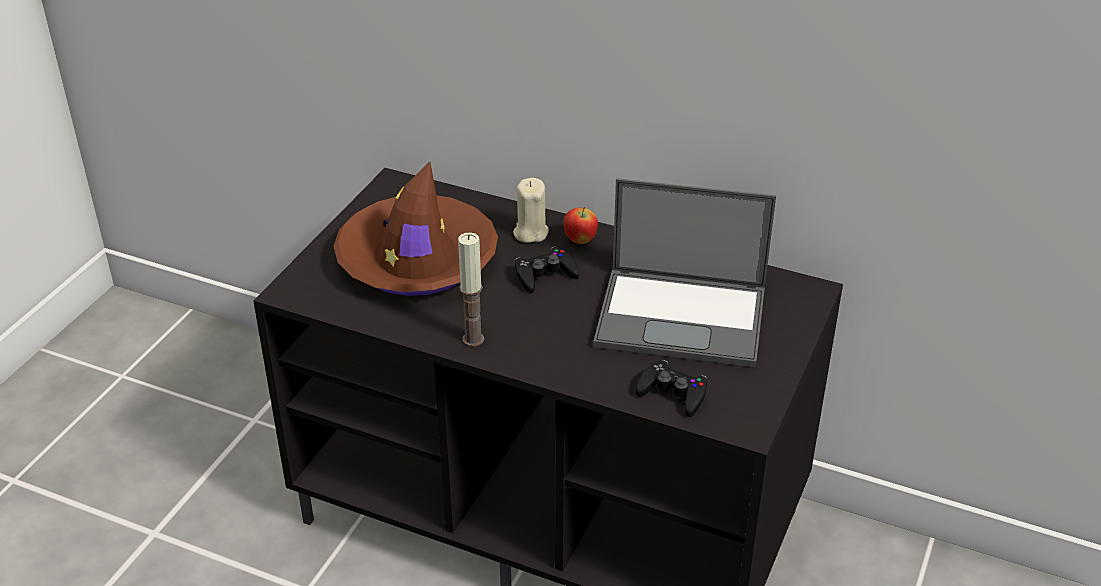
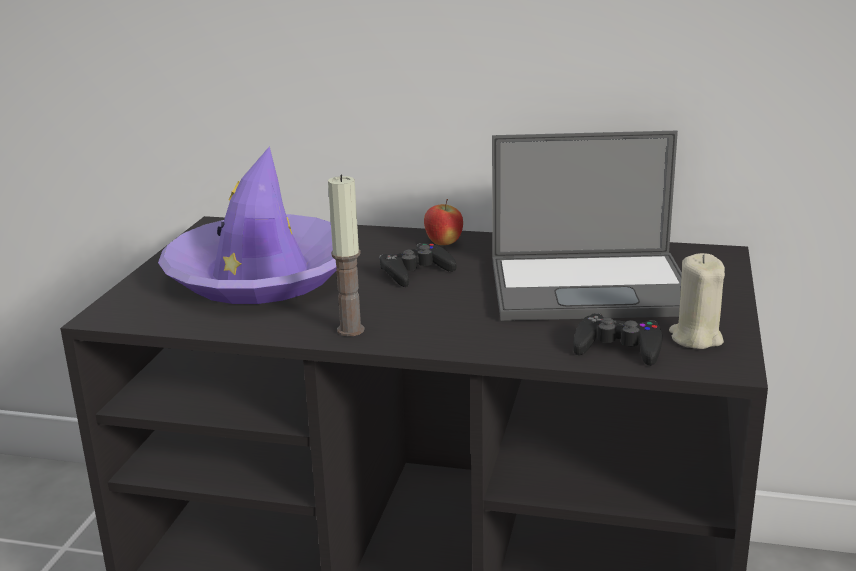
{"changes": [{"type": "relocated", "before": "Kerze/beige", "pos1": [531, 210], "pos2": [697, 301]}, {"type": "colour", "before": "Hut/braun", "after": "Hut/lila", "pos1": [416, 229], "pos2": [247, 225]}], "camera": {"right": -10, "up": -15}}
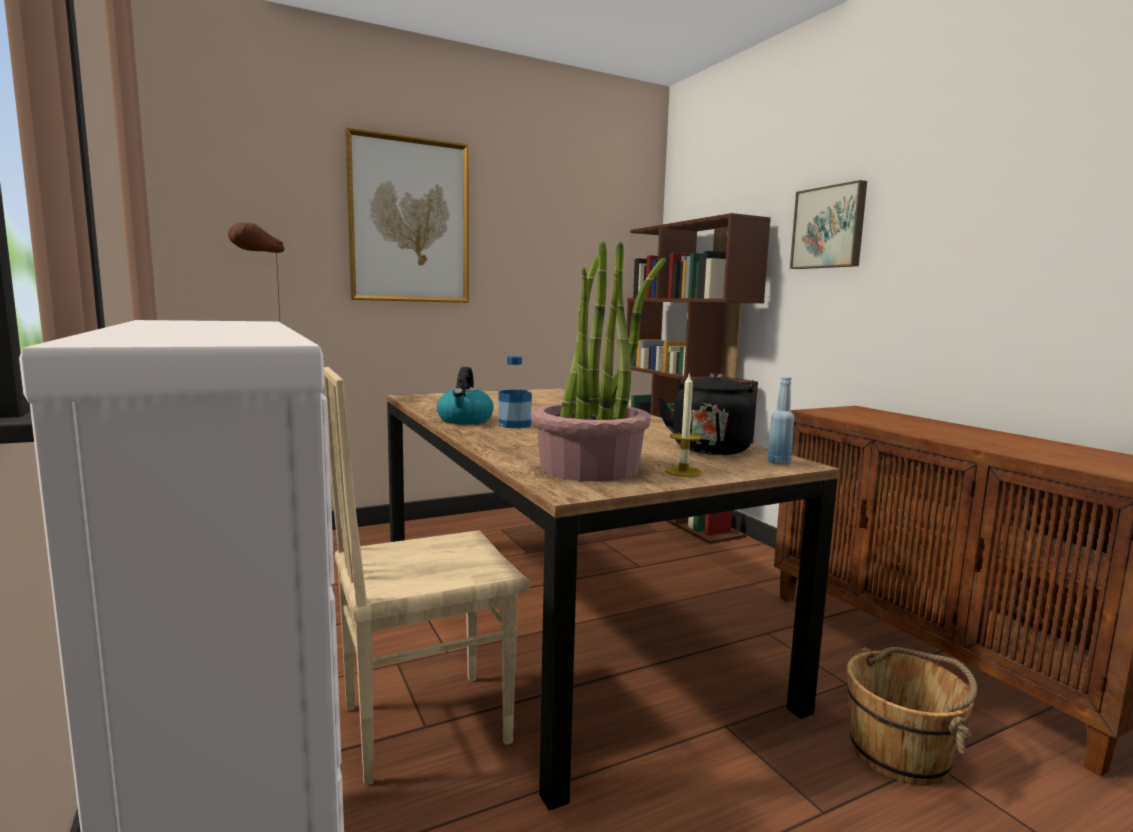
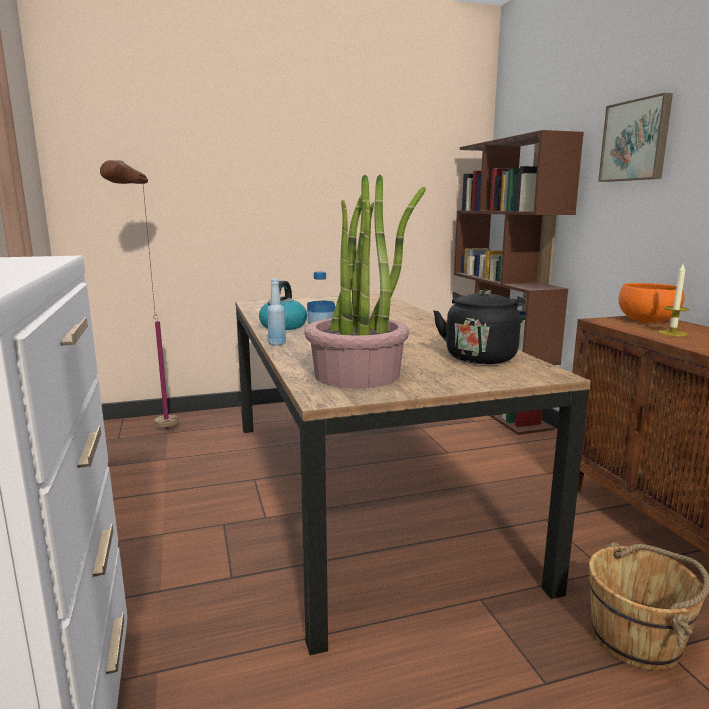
{"changes": [{"type": "missing", "before": "Stuhl/beige", "pos1": [427, 576]}, {"type": "missing", "before": "Bild", "pos1": [407, 215]}, {"type": "appeared", "after": "Schüssel/orange", "pos2": [652, 303]}, {"type": "relocated", "before": "Kerze", "pos1": [683, 424], "pos2": [673, 300]}, {"type": "relocated", "before": "Flasche/blau", "pos1": [780, 420], "pos2": [276, 312]}], "camera": {"right": 10, "up": 5}}
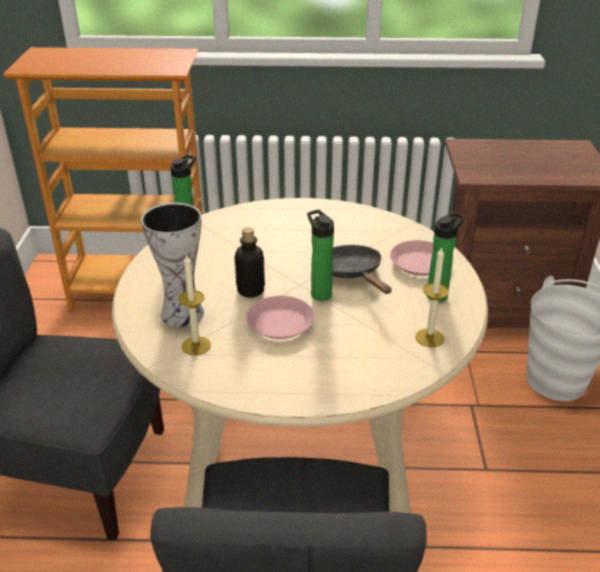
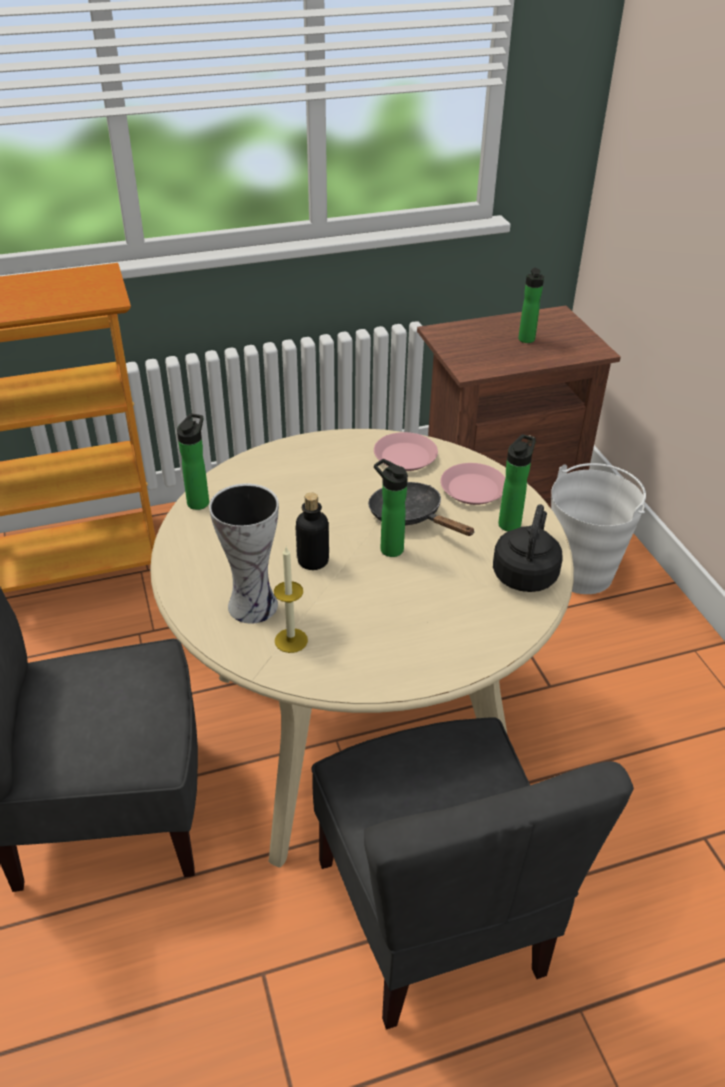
{"changes": [{"type": "appeared", "after": "Flasche", "pos2": [531, 305]}, {"type": "relocated", "before": "Teller/rosa", "pos1": [280, 317], "pos2": [406, 451]}, {"type": "exchanged", "before": "Kerze", "after": "Wasserkessel/schwarz", "pos1": [432, 297], "pos2": [528, 548]}], "camera": {"right": -20, "up": 5}}
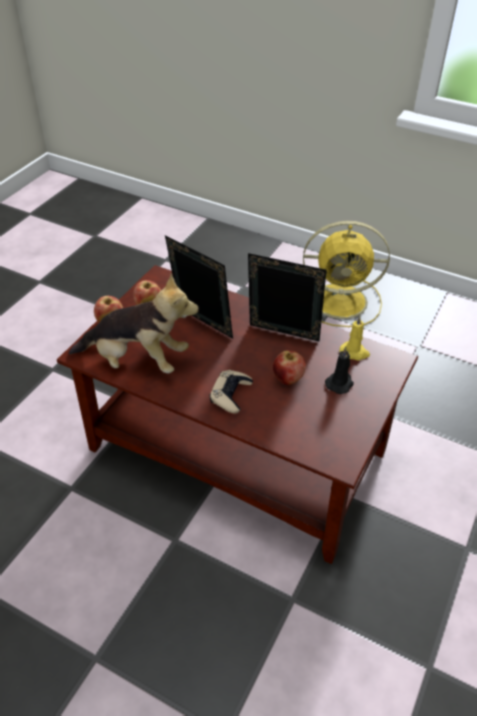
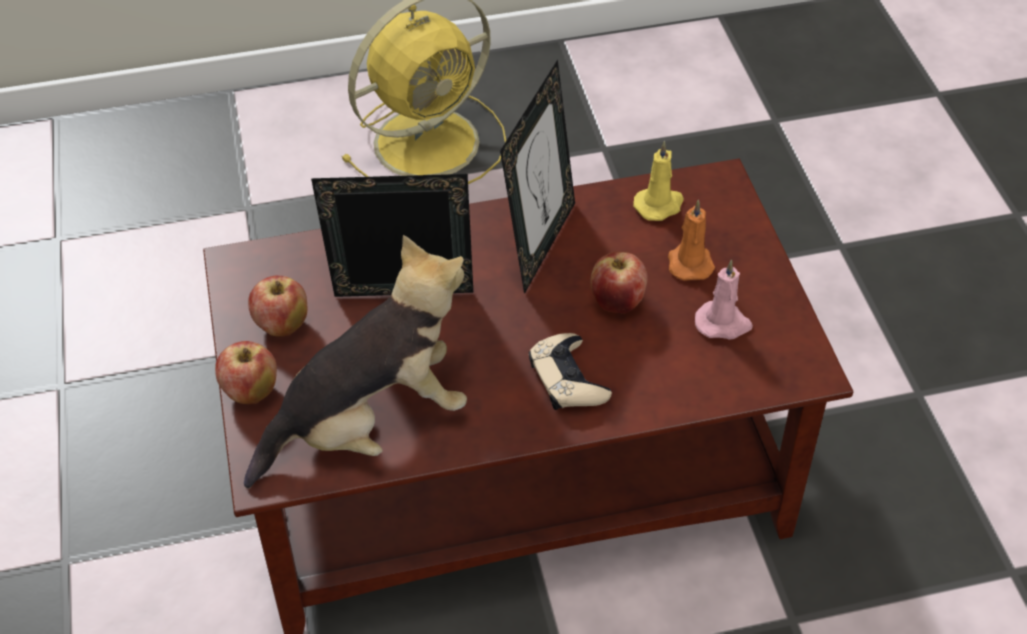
{"changes": [{"type": "appeared", "after": "Kerze/rosa", "pos2": [724, 299]}, {"type": "colour", "before": "Kerze/schwarz", "after": "Kerze/orange", "pos1": [339, 370], "pos2": [691, 240]}, {"type": "spun", "before": "Bilderrahmen", "pos1": [287, 297], "pos2": [537, 176], "turn": 135}], "camera": {"right": -40, "up": 5}}
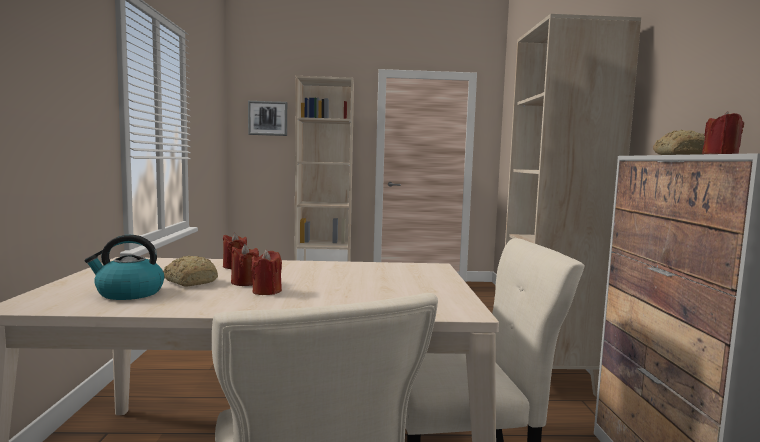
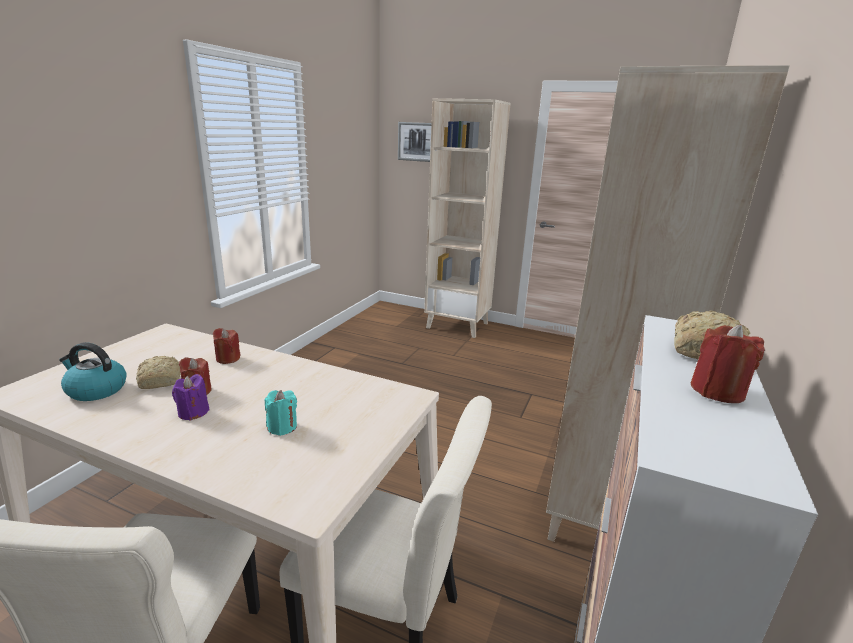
{"changes": [{"type": "appeared", "after": "Kerze/türkis", "pos2": [281, 413]}, {"type": "colour", "before": "Kerze/rot", "after": "Kerze/lila", "pos1": [266, 272], "pos2": [191, 397]}], "camera": {"right": 25, "up": 15}}
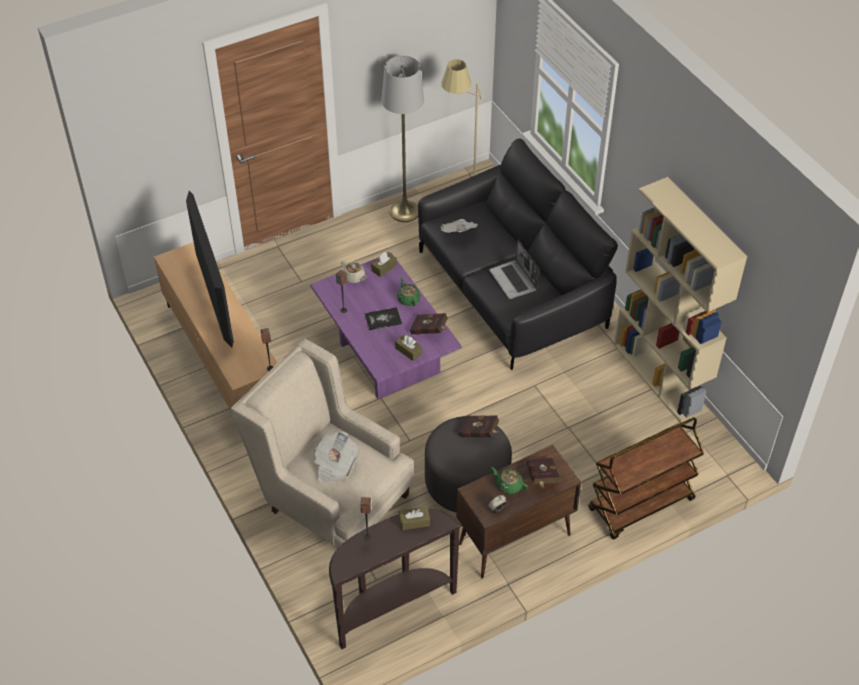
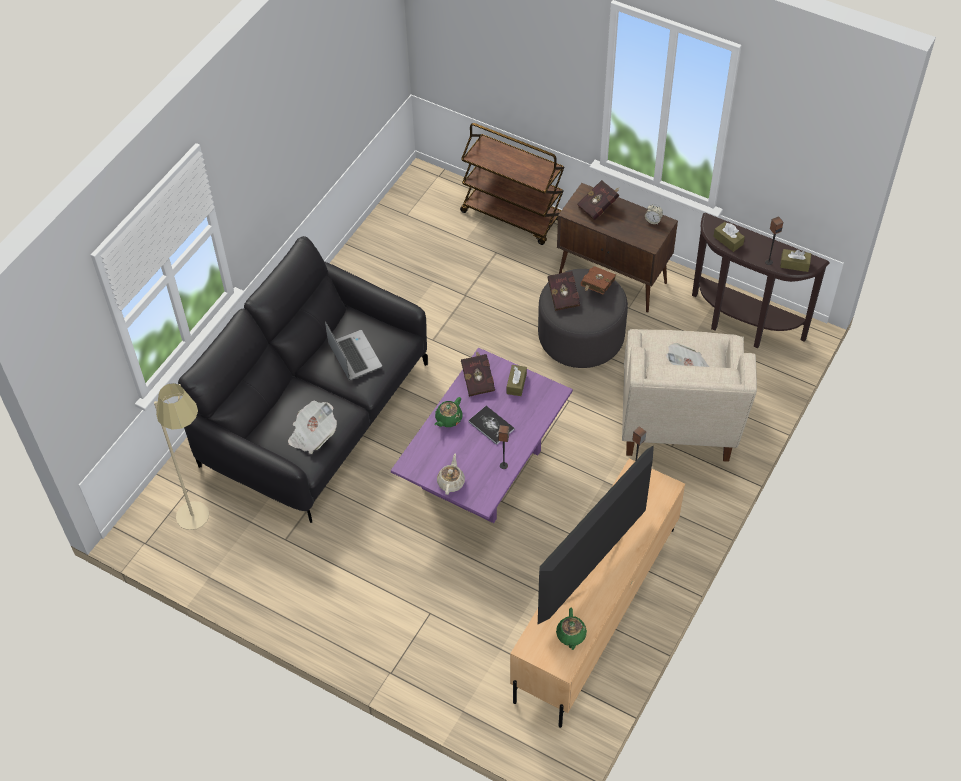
{"changes": [{"type": "missing", "before": "Stehlampe/grau", "pos1": [402, 139]}, {"type": "missing", "before": "Bücherregal/beige", "pos1": [680, 300]}, {"type": "appeared", "after": "Buch/braun", "pos2": [598, 280]}, {"type": "relocated", "before": "Taschentuchbox/braun", "pos1": [384, 264], "pos2": [796, 260]}, {"type": "relocated", "before": "Teekanne/grün", "pos1": [509, 480], "pos2": [571, 629]}, {"type": "spun", "before": "Laptop", "pos1": [514, 269], "pos2": [353, 350], "turn": -60}], "camera": {"right": -120, "up": 5}}
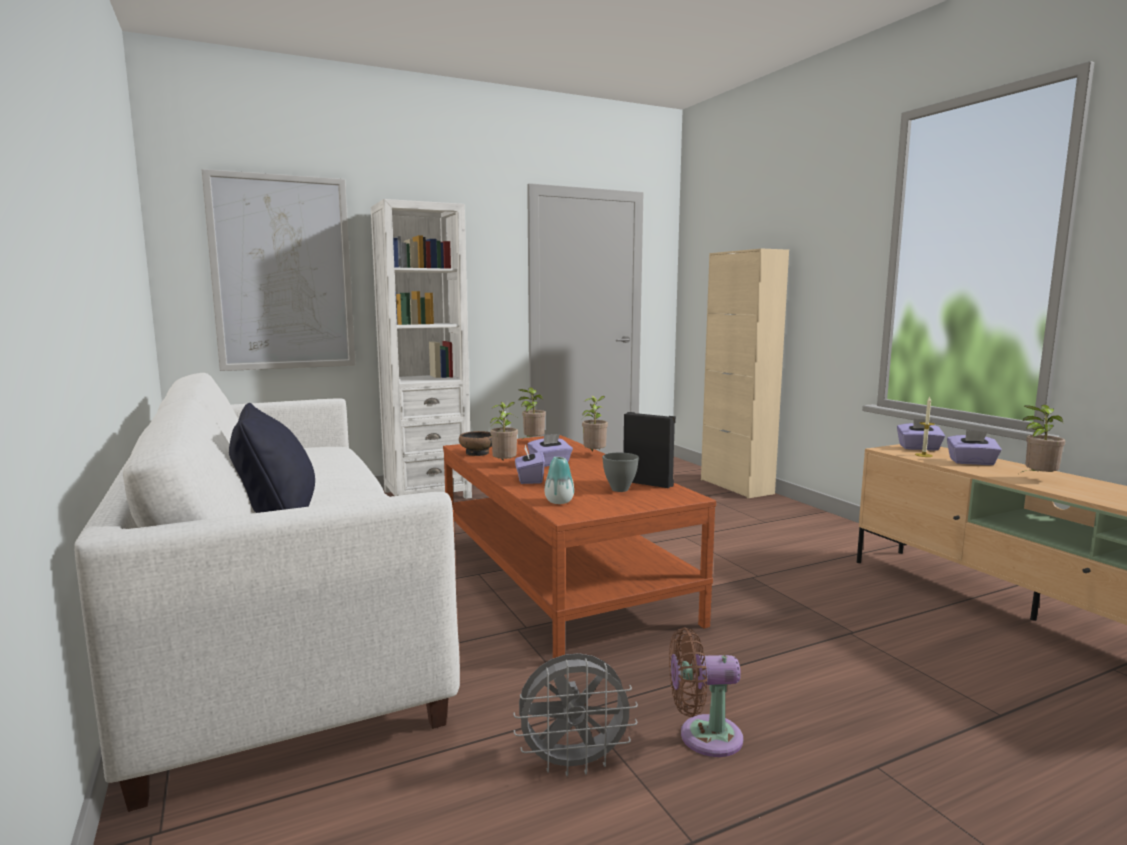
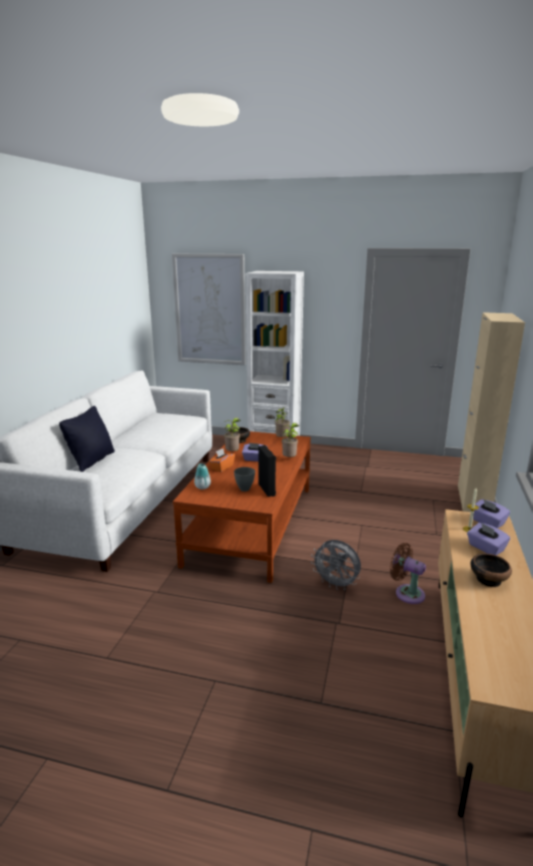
{"changes": [{"type": "relocated", "before": "Ventilator/grau", "pos1": [575, 715], "pos2": [336, 565]}, {"type": "relocated", "before": "Ventilator/braun", "pos1": [706, 692], "pos2": [408, 573]}, {"type": "exchanged", "before": "Topfpflanze", "after": "Schüssel", "pos1": [1042, 439], "pos2": [491, 570]}, {"type": "colour", "before": "Taschentuchbox/lila", "after": "Taschentuchbox/orange", "pos1": [530, 464], "pos2": [222, 460]}], "camera": {"right": 40, "up": 10}}
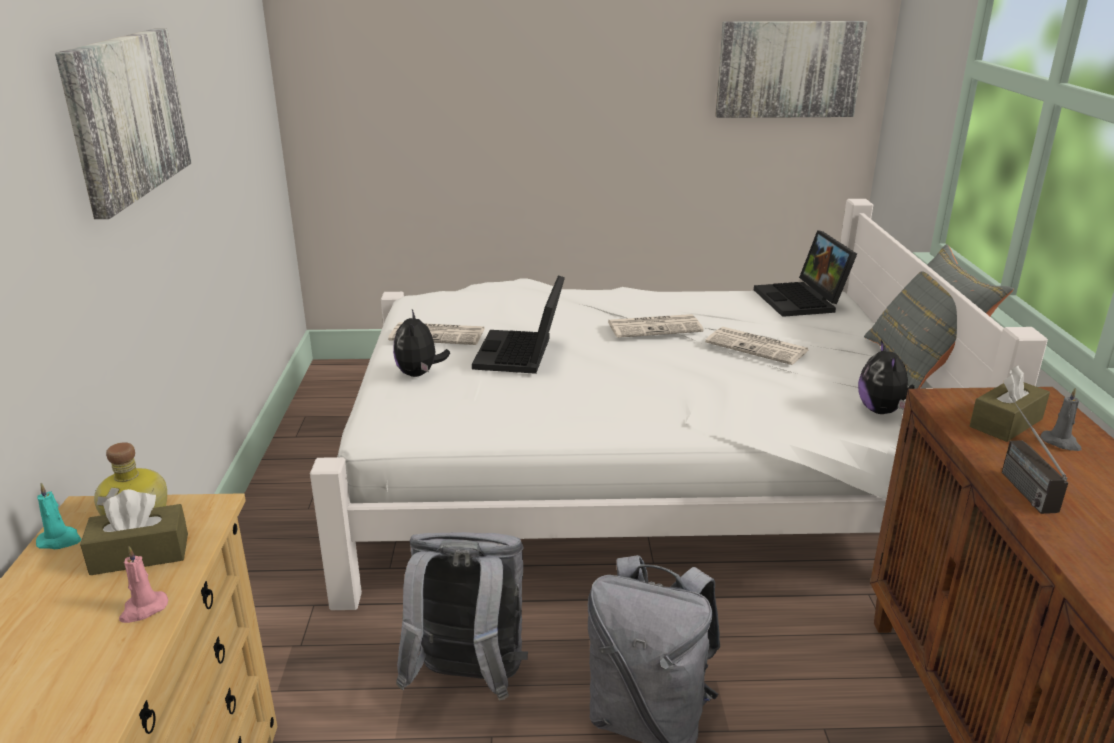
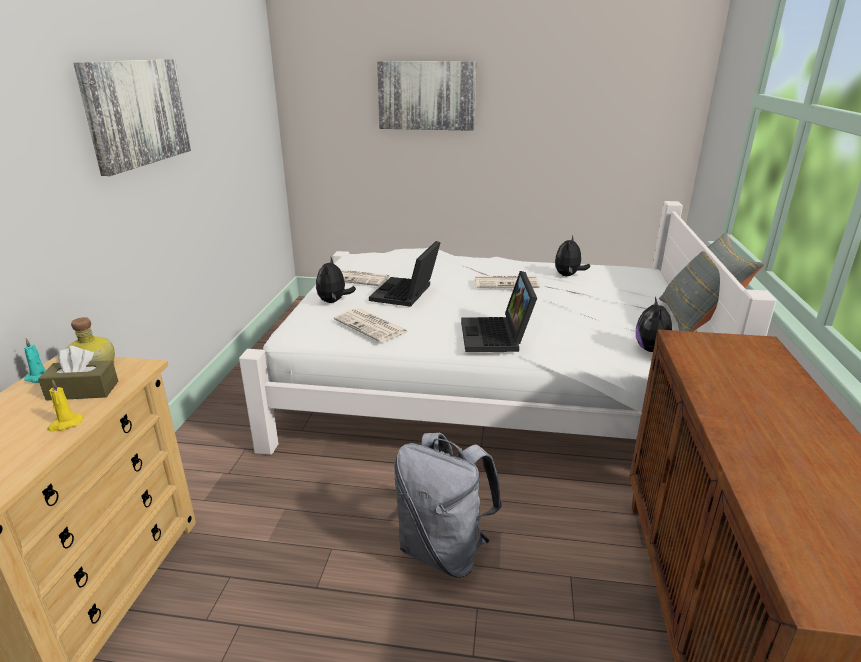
{"changes": [{"type": "missing", "before": "Rucksack/grau", "pos1": [462, 616]}, {"type": "missing", "before": "Taschentuchbox/braun", "pos1": [1010, 403]}, {"type": "missing", "before": "Radio", "pos1": [1035, 455]}, {"type": "missing", "before": "Kerze/grau", "pos1": [1060, 419]}, {"type": "appeared", "after": "Plüschtier", "pos2": [572, 255]}, {"type": "relocated", "before": "Zeitung", "pos1": [756, 346], "pos2": [371, 325]}, {"type": "relocated", "before": "Bild", "pos1": [791, 69], "pos2": [427, 96]}, {"type": "relocated", "before": "Laptop", "pos1": [805, 273], "pos2": [499, 311]}, {"type": "colour", "before": "Kerze/rosa", "after": "Kerze/gelb", "pos1": [143, 584], "pos2": [65, 406]}], "camera": {"right": 10, "up": 0}}
